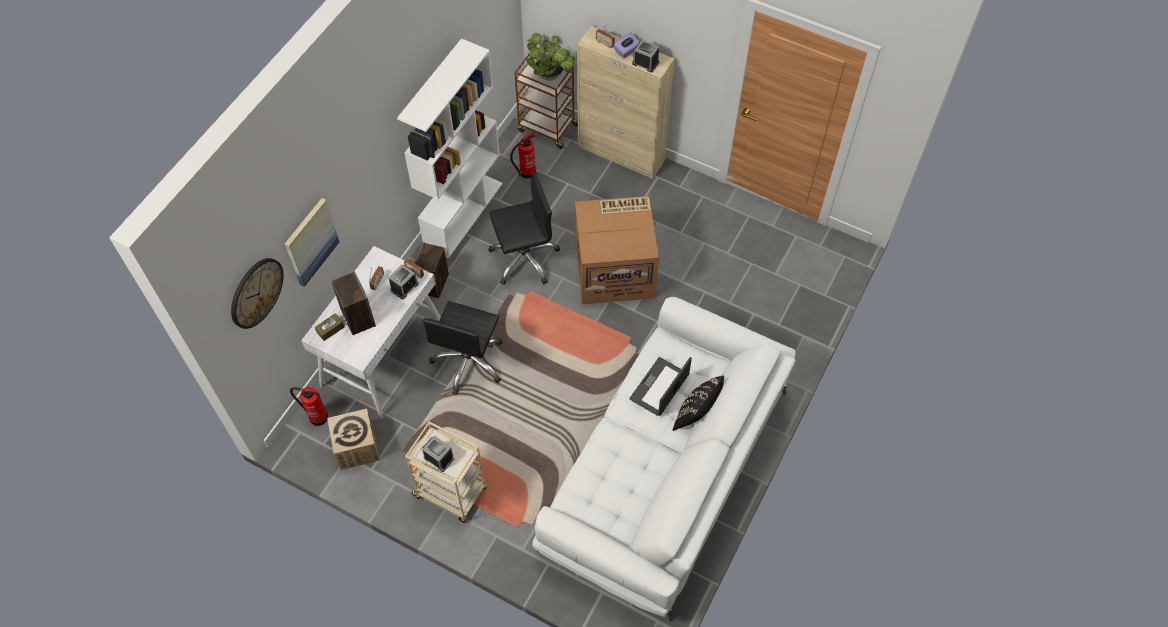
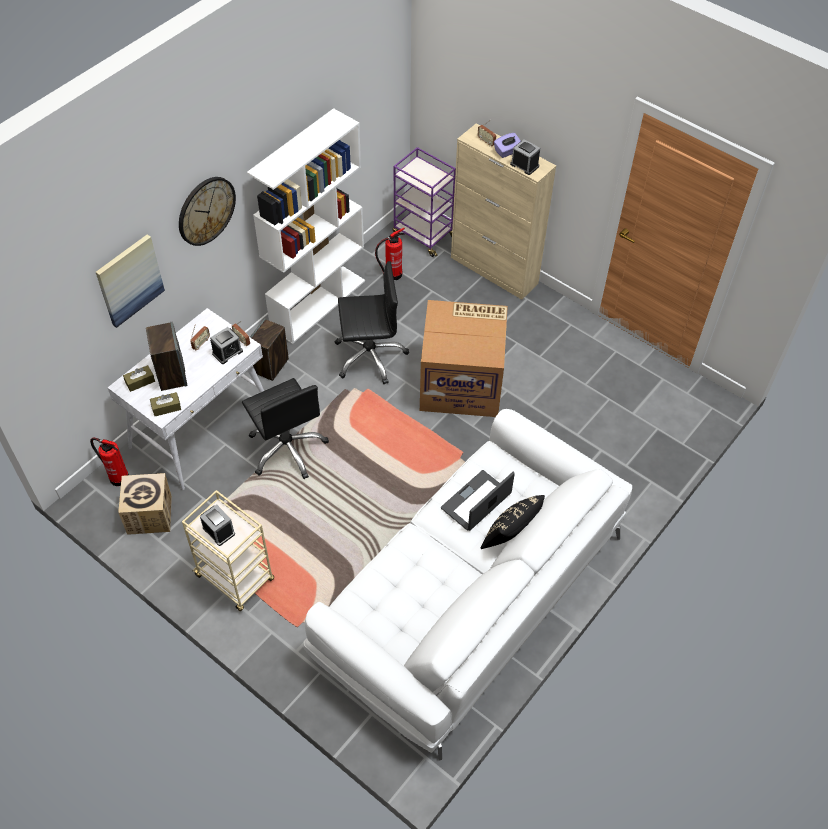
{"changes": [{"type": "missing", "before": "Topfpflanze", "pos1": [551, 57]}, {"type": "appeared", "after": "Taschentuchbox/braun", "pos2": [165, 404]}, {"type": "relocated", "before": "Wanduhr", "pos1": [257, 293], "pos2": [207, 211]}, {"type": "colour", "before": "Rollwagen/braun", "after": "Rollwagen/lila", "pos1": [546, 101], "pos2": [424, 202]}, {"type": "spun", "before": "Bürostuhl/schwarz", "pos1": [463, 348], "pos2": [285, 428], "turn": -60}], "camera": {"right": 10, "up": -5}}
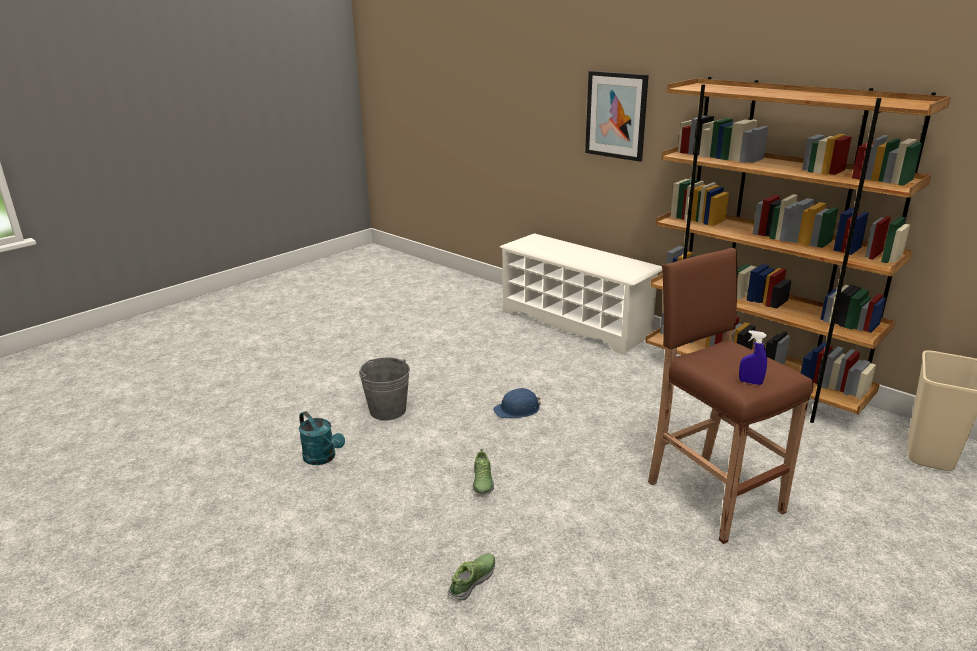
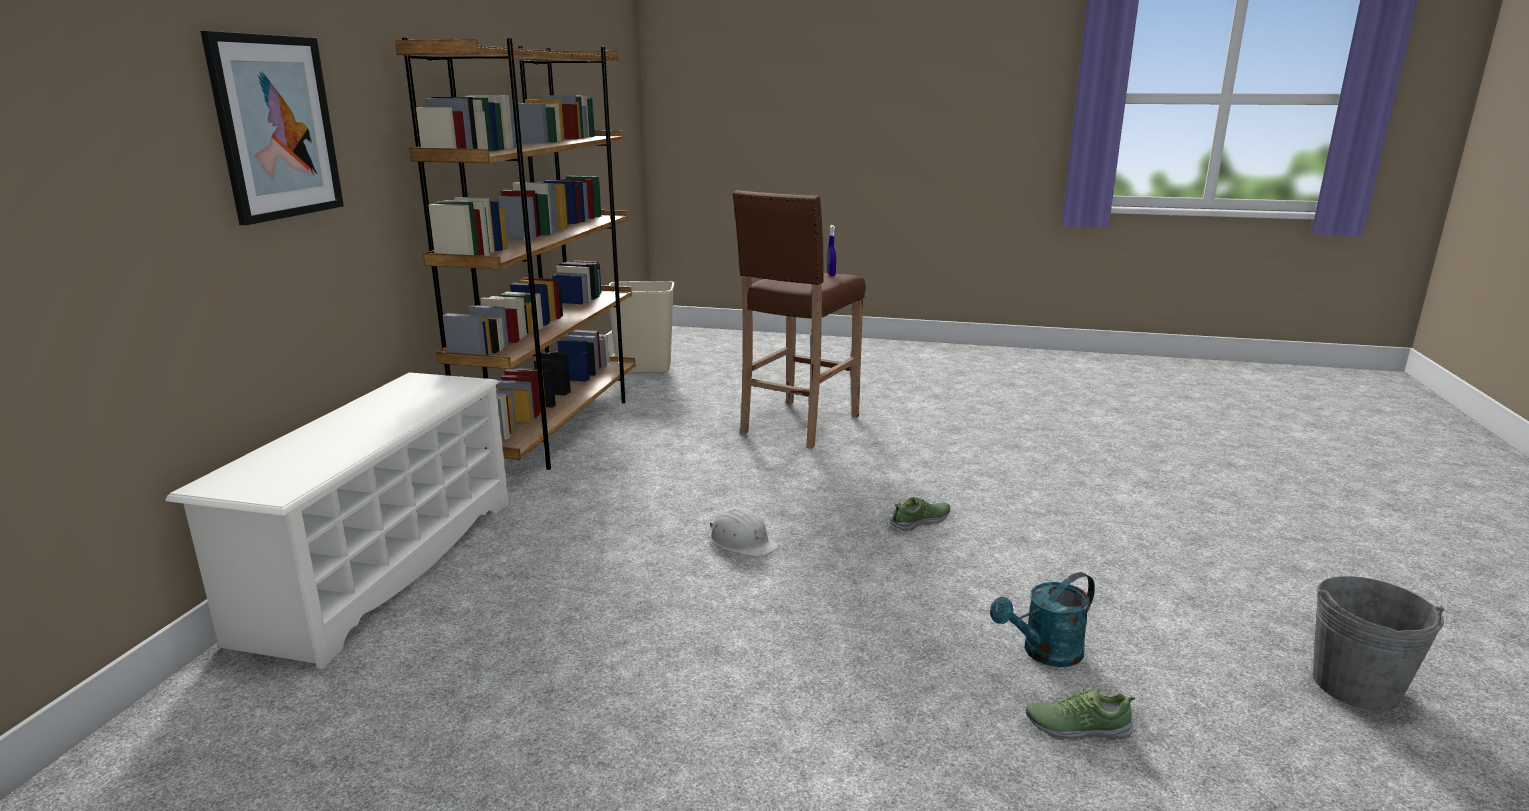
{"changes": [{"type": "relocated", "before": "Eimer/grau", "pos1": [384, 388], "pos2": [1378, 643]}, {"type": "relocated", "before": "Schuh", "pos1": [471, 576], "pos2": [1080, 714]}, {"type": "colour", "before": "Schutzhelm/blau", "after": "Schutzhelm/weiß", "pos1": [517, 403], "pos2": [744, 532]}, {"type": "spun", "before": "Gießkanne/türkis", "pos1": [322, 438], "pos2": [1042, 619], "turn": -135}], "camera": {"right": -120, "up": -5}}
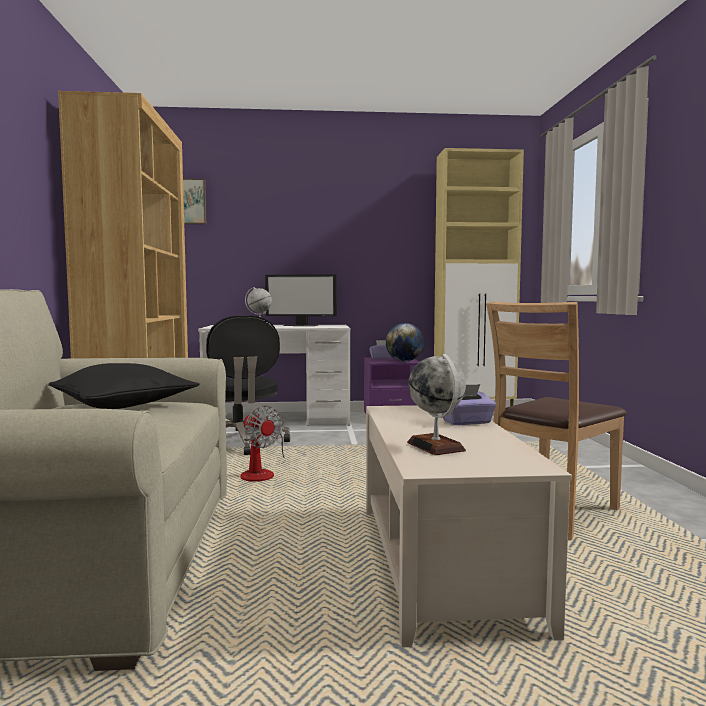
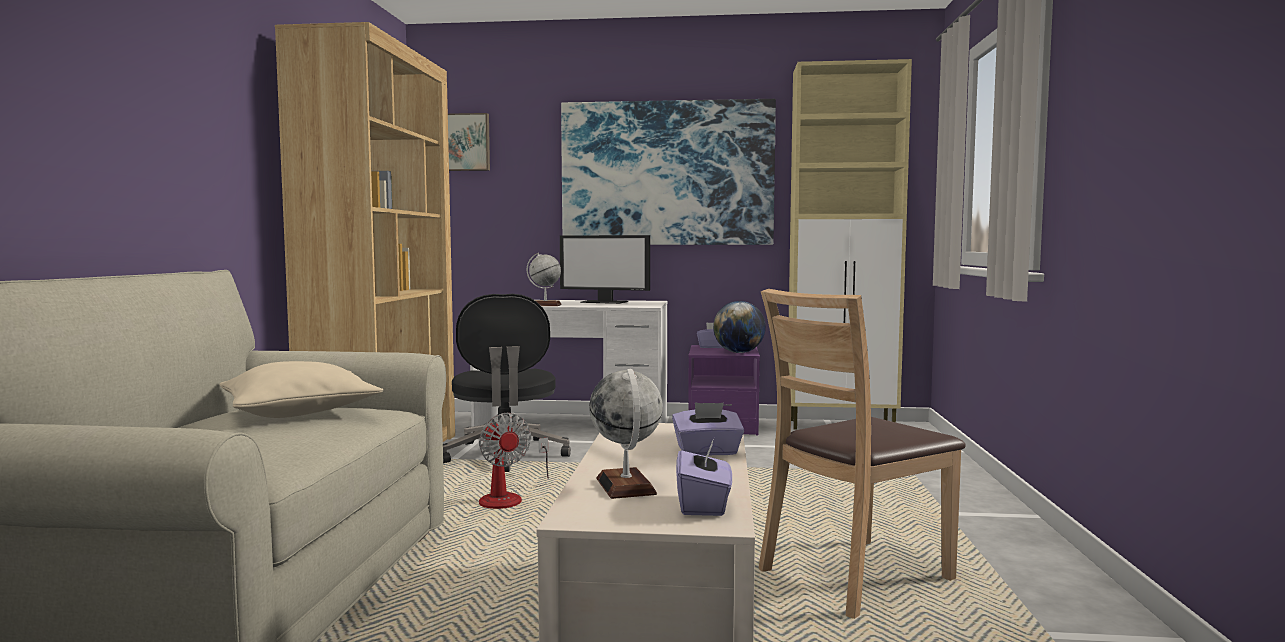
{"changes": [{"type": "appeared", "after": "Bild", "pos2": [668, 172]}, {"type": "appeared", "after": "Taschentuchbox/lila", "pos2": [704, 478]}, {"type": "colour", "before": "Kissen/schwarz", "after": "Kissen/beige", "pos1": [124, 386], "pos2": [301, 389]}], "camera": {"right": 10, "up": 0}}
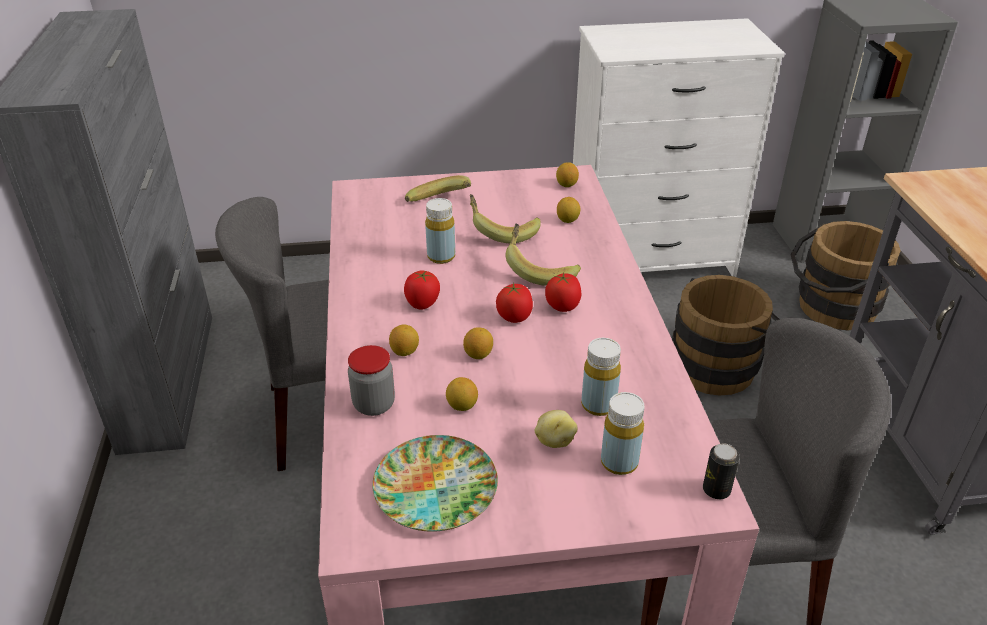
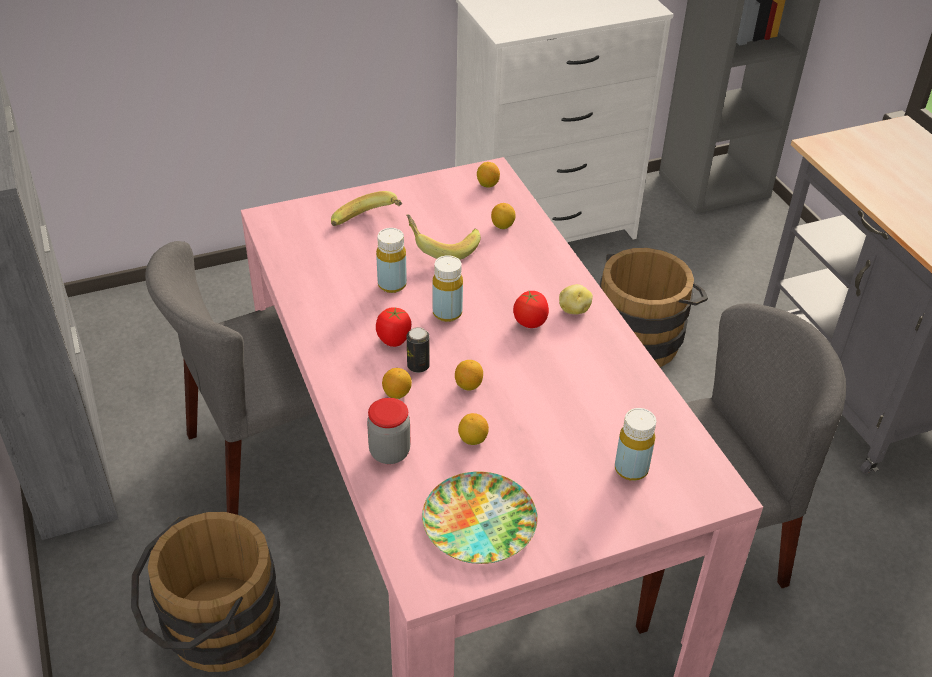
{"changes": [{"type": "missing", "before": "Tomate", "pos1": [514, 302]}, {"type": "missing", "before": "Banane", "pos1": [543, 255]}, {"type": "relocated", "before": "Kartoffel", "pos1": [555, 429], "pos2": [576, 299]}, {"type": "relocated", "before": "Flasche/gelb", "pos1": [601, 377], "pos2": [448, 288]}, {"type": "relocated", "before": "Dose", "pos1": [721, 471], "pos2": [418, 350]}, {"type": "relocated", "before": "Eimer/braun", "pos1": [846, 275], "pos2": [205, 592]}], "camera": {"right": -15, "up": 5}}
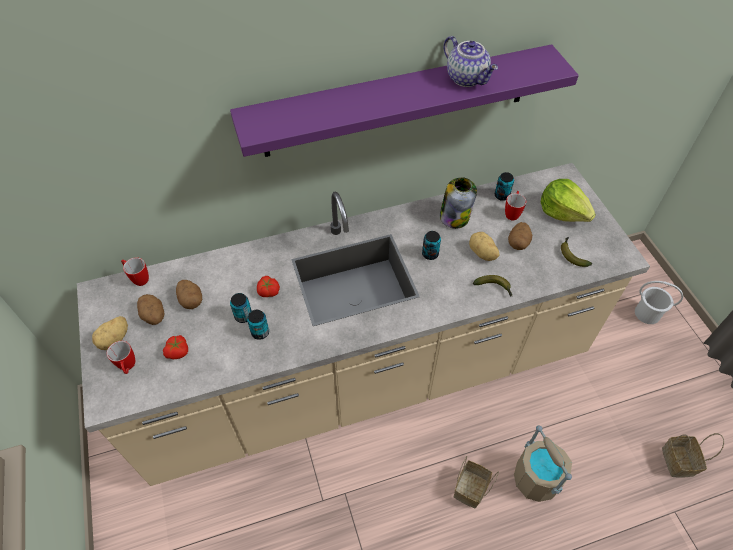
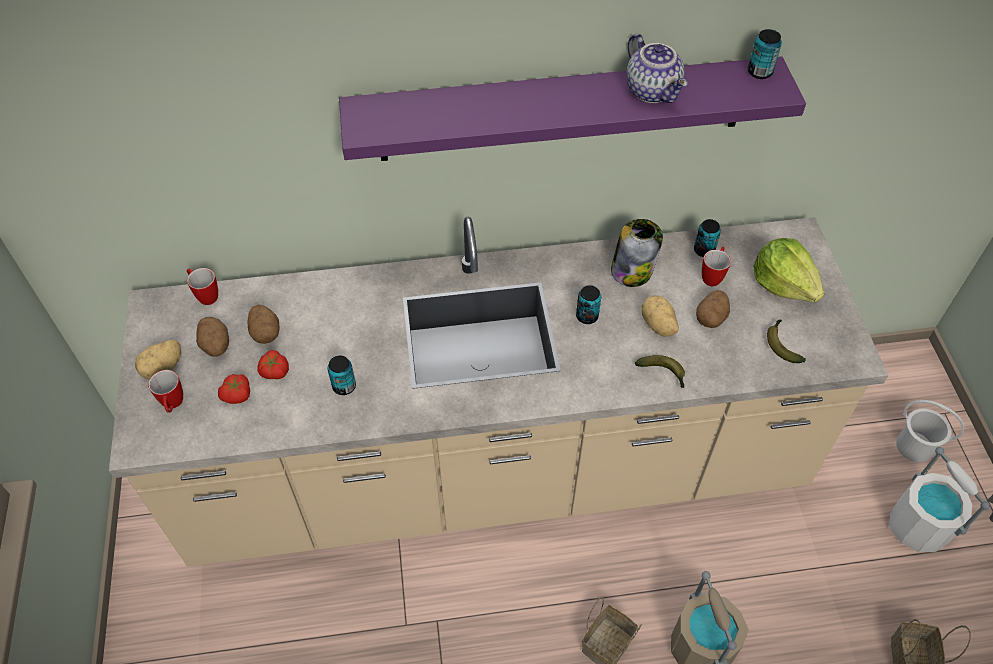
{"changes": [{"type": "appeared", "after": "Eimer/weiß", "pos2": [939, 499]}, {"type": "relocated", "before": "Dose", "pos1": [241, 308], "pos2": [765, 54]}, {"type": "relocated", "before": "Tomate", "pos1": [268, 286], "pos2": [273, 364]}], "camera": {"right": 10, "up": 0}}
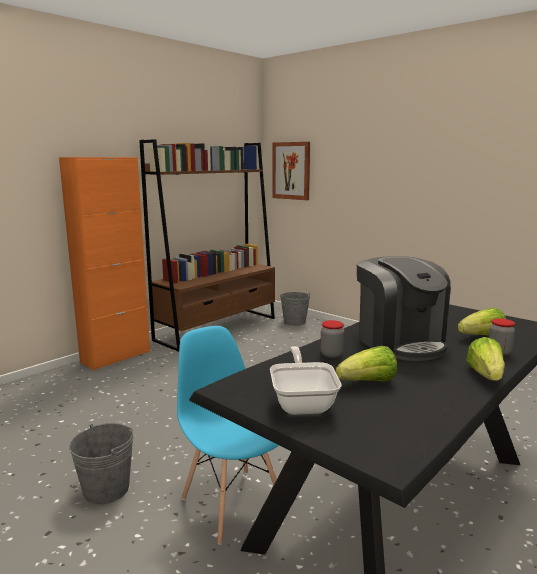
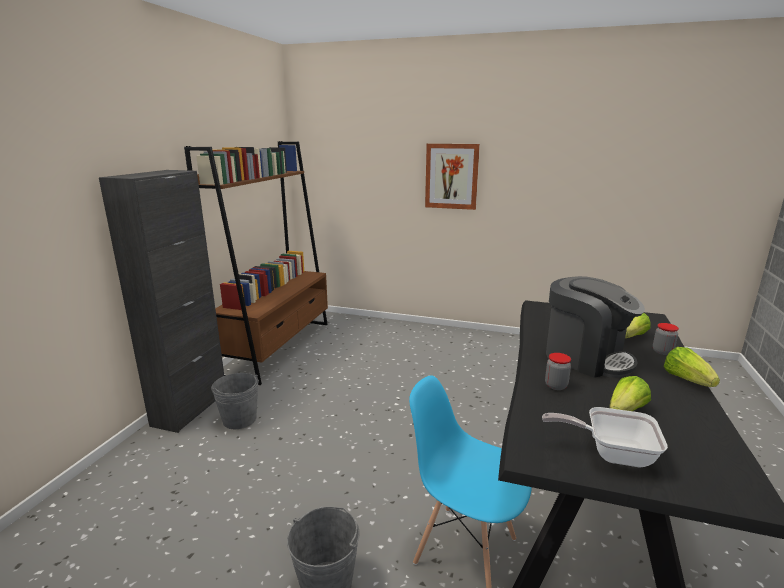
{"changes": [{"type": "relocated", "before": "Bild", "pos1": [291, 171], "pos2": [452, 177]}, {"type": "relocated", "before": "Eimer/grau", "pos1": [295, 309], "pos2": [235, 401]}, {"type": "colour", "before": "Schrank/orange", "after": "Schrank/schwarz", "pos1": [104, 263], "pos2": [161, 301]}, {"type": "spun", "before": "Pfanne", "pos1": [306, 380], "pos2": [605, 437], "turn": -45}], "camera": {"right": -25, "up": 5}}
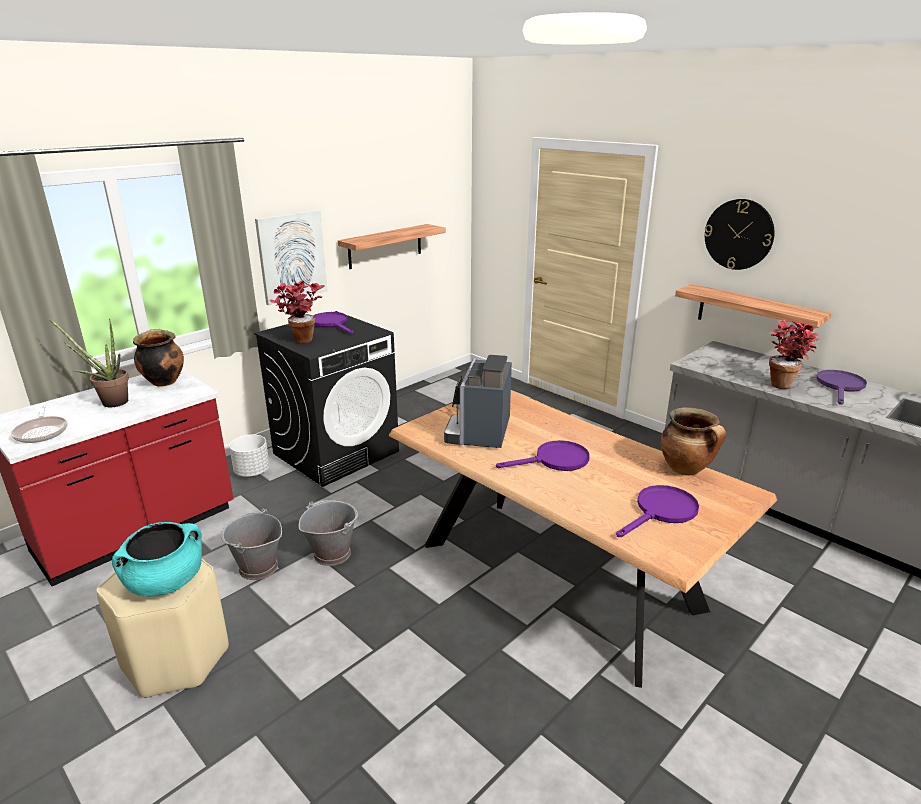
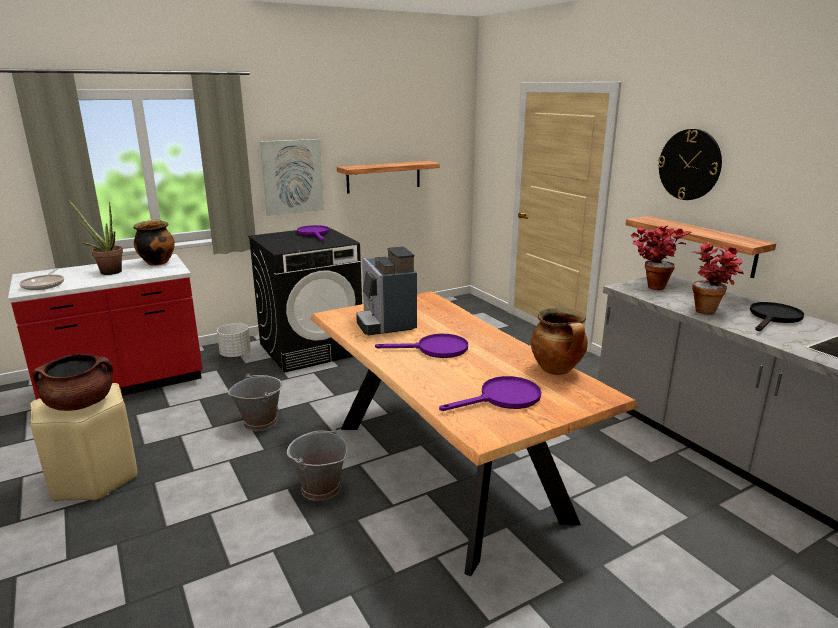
{"changes": [{"type": "relocated", "before": "Eimer/grau", "pos1": [251, 544], "pos2": [317, 464]}, {"type": "relocated", "before": "Topfpflanze", "pos1": [297, 312], "pos2": [661, 258]}, {"type": "colour", "before": "Kochtopf/türkis", "after": "Kochtopf/braun", "pos1": [157, 559], "pos2": [73, 382]}, {"type": "colour", "before": "Pfanne/lila", "after": "Pfanne/schwarz", "pos1": [841, 387], "pos2": [777, 316]}, {"type": "spun", "before": "Kaffeemaschine", "pos1": [478, 401], "pos2": [386, 290], "turn": -45}], "camera": {"right": 15, "up": -5}}
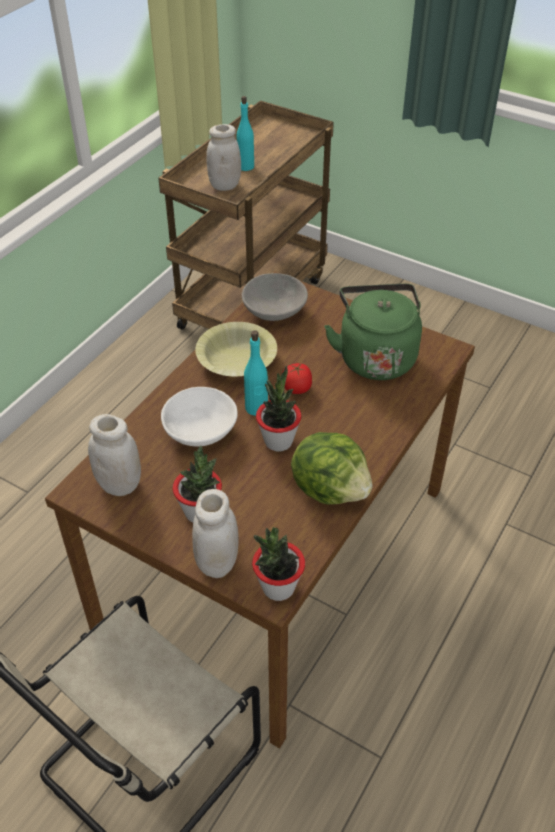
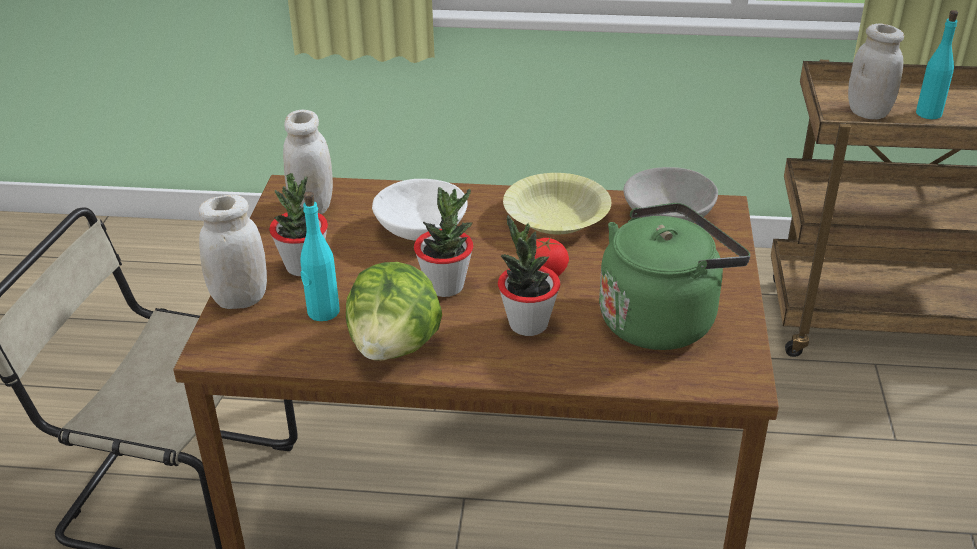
{"changes": [{"type": "relocated", "before": "Flasche/türkis", "pos1": [256, 373], "pos2": [320, 256]}, {"type": "relocated", "before": "Topfpflanze", "pos1": [278, 564], "pos2": [529, 275]}], "camera": {"right": 65, "up": -10}}
